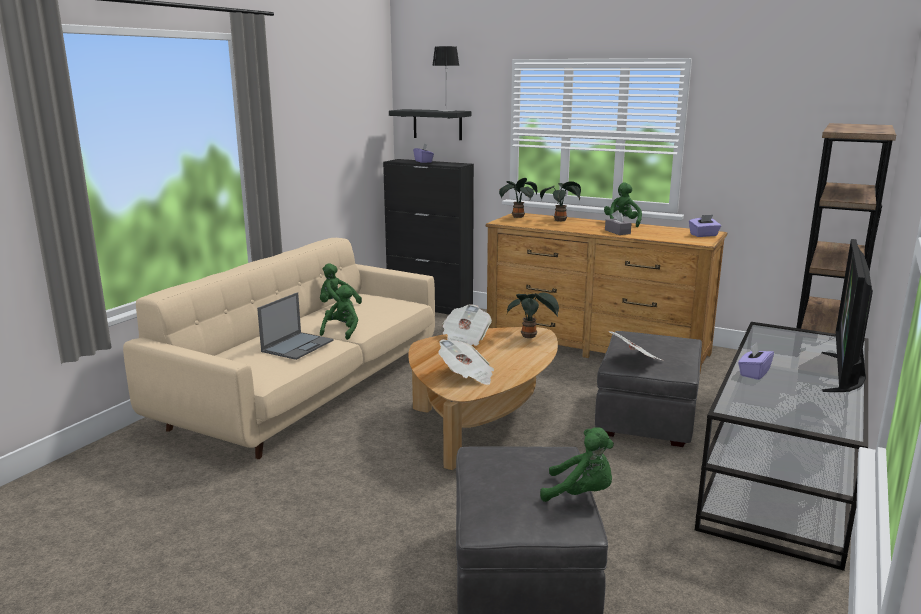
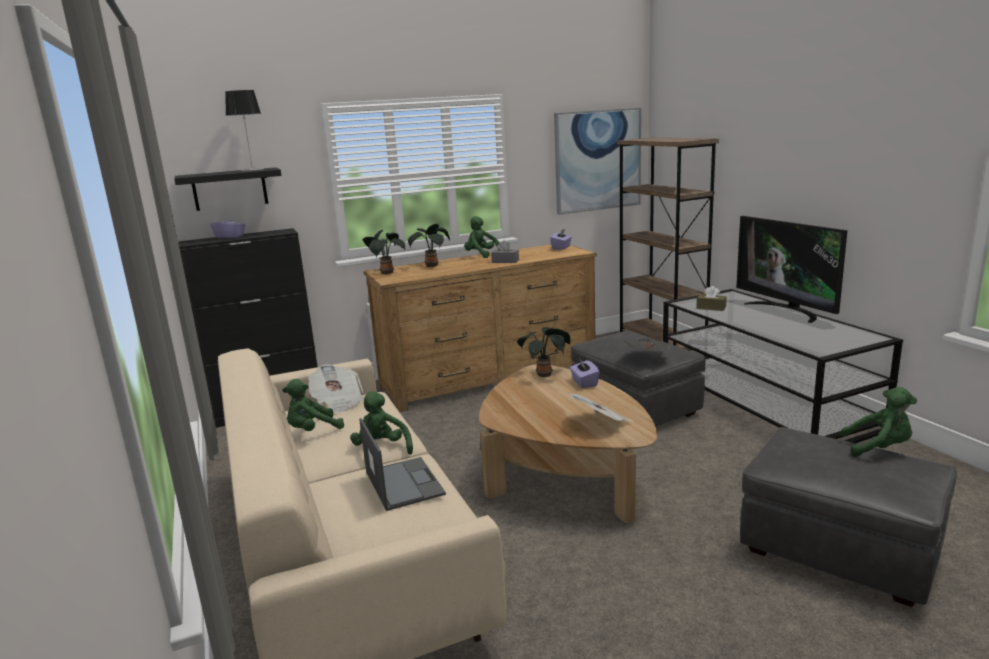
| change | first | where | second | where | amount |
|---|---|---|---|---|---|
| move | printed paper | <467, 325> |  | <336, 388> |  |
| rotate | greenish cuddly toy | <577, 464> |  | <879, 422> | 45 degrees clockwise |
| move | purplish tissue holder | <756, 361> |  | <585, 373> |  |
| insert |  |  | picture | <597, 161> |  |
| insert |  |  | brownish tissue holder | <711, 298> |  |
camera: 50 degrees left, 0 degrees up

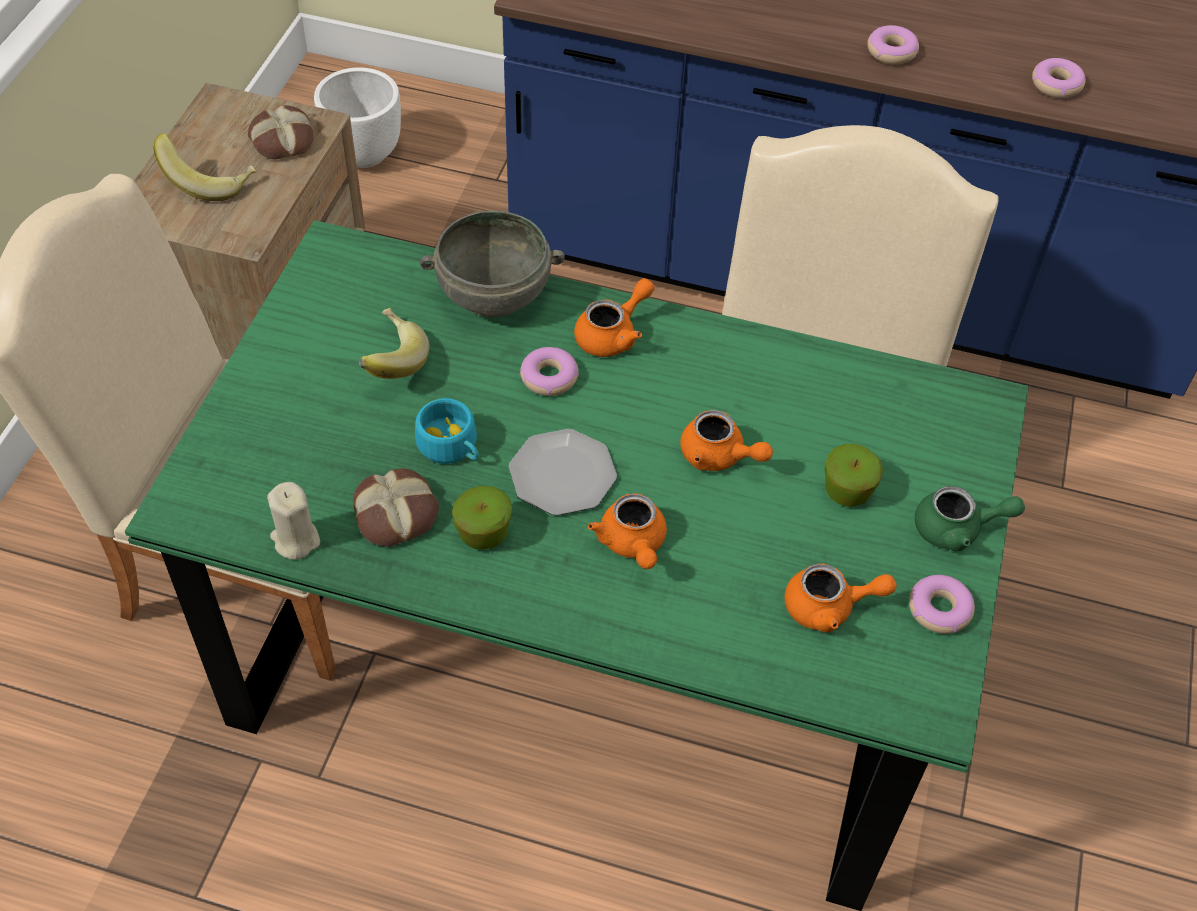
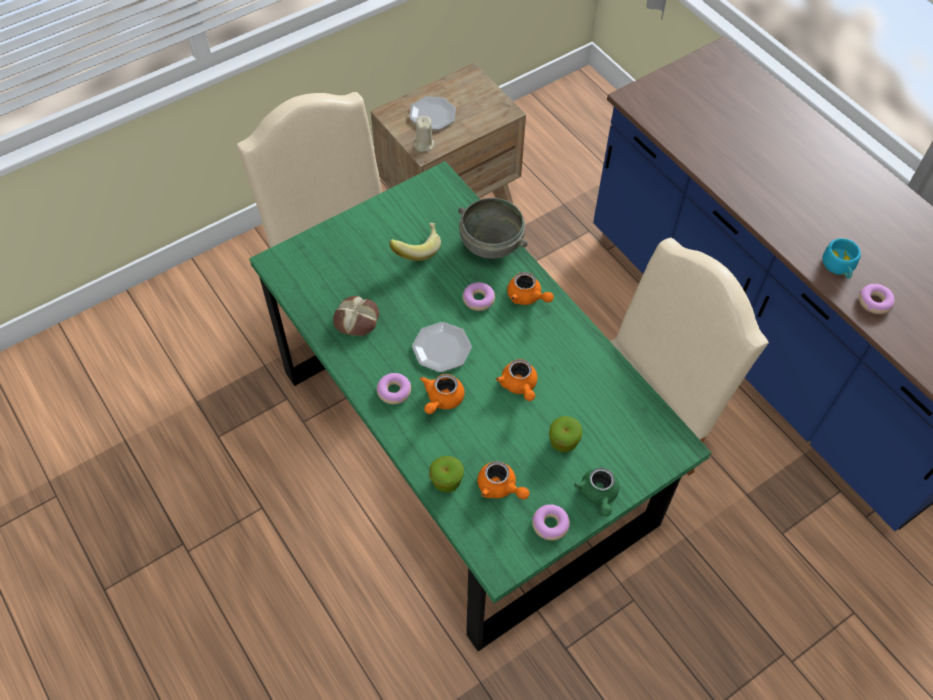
| change | first | where | second | where | amount |
|---|---|---|---|---|---|
| replace | banana | <205, 167> | flat dish | <432, 113> |  |
| delete | bread | <280, 132> |  |  |  |
| move | beige wax candle | <293, 521> |  | <424, 134> |  |
| delete | white-coloured flower pot | <357, 117> |  |  |  |
| move | turquoise small cup | <447, 431> |  | <842, 258> |  |
| move | apple fruit | <482, 518> |  | <446, 474> |  |
| rotate | orange tea pot | <614, 317> |  | <530, 288> | 45 degrees clockwise |
| move | doughnut | <893, 45> |  | <393, 388> |  |
| rotate | greenish tea pot | <970, 518> |  | <596, 492> | 45 degrees clockwise |
camera: 40 degrees right, 5 degrees up

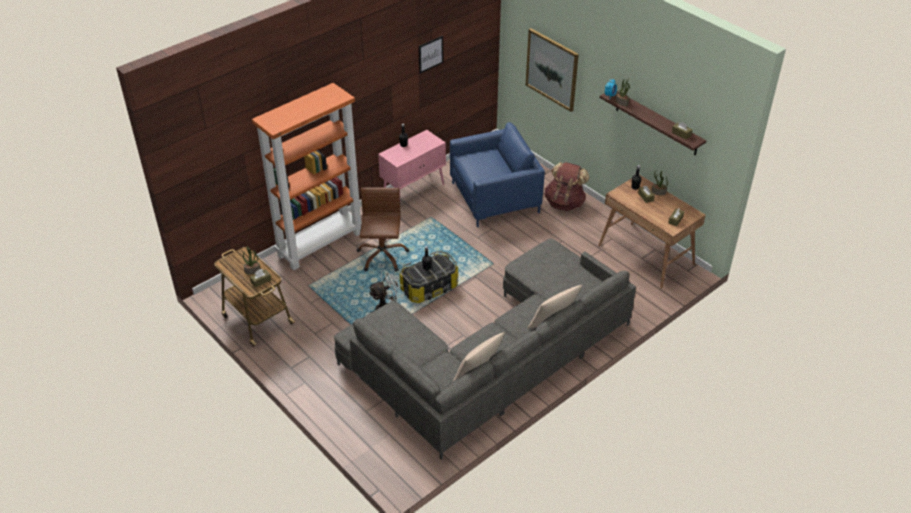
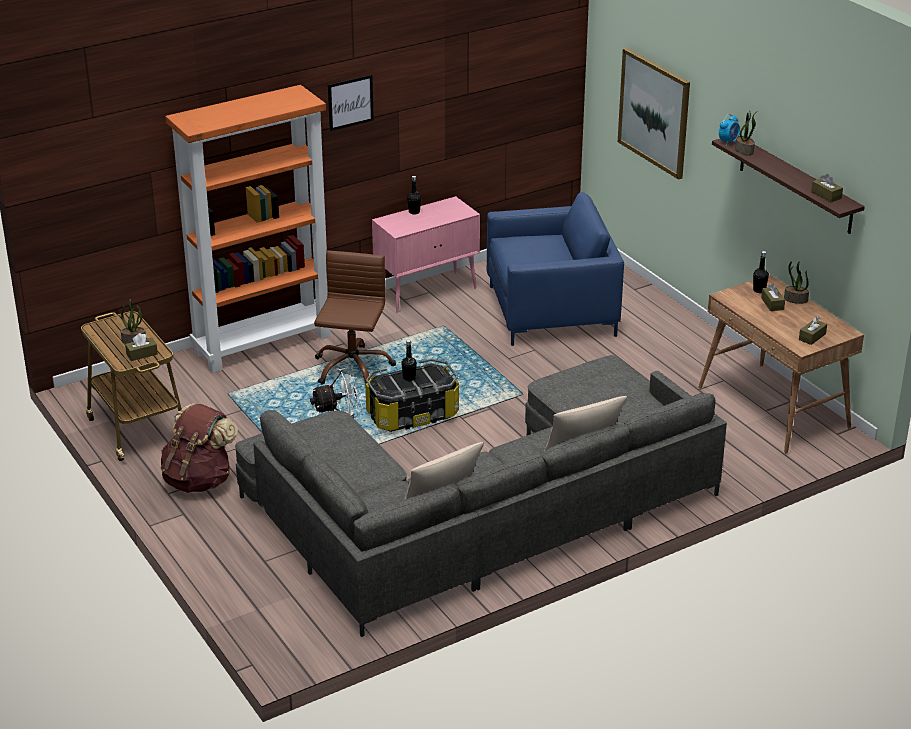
| change | first | where | second | where | amount |
|---|---|---|---|---|---|
| move | picture | <431, 54> |  | <351, 103> |  |
| move | brownish rucksack | <567, 186> |  | <199, 448> |  |
camera: 10 degrees right, 10 degrees down

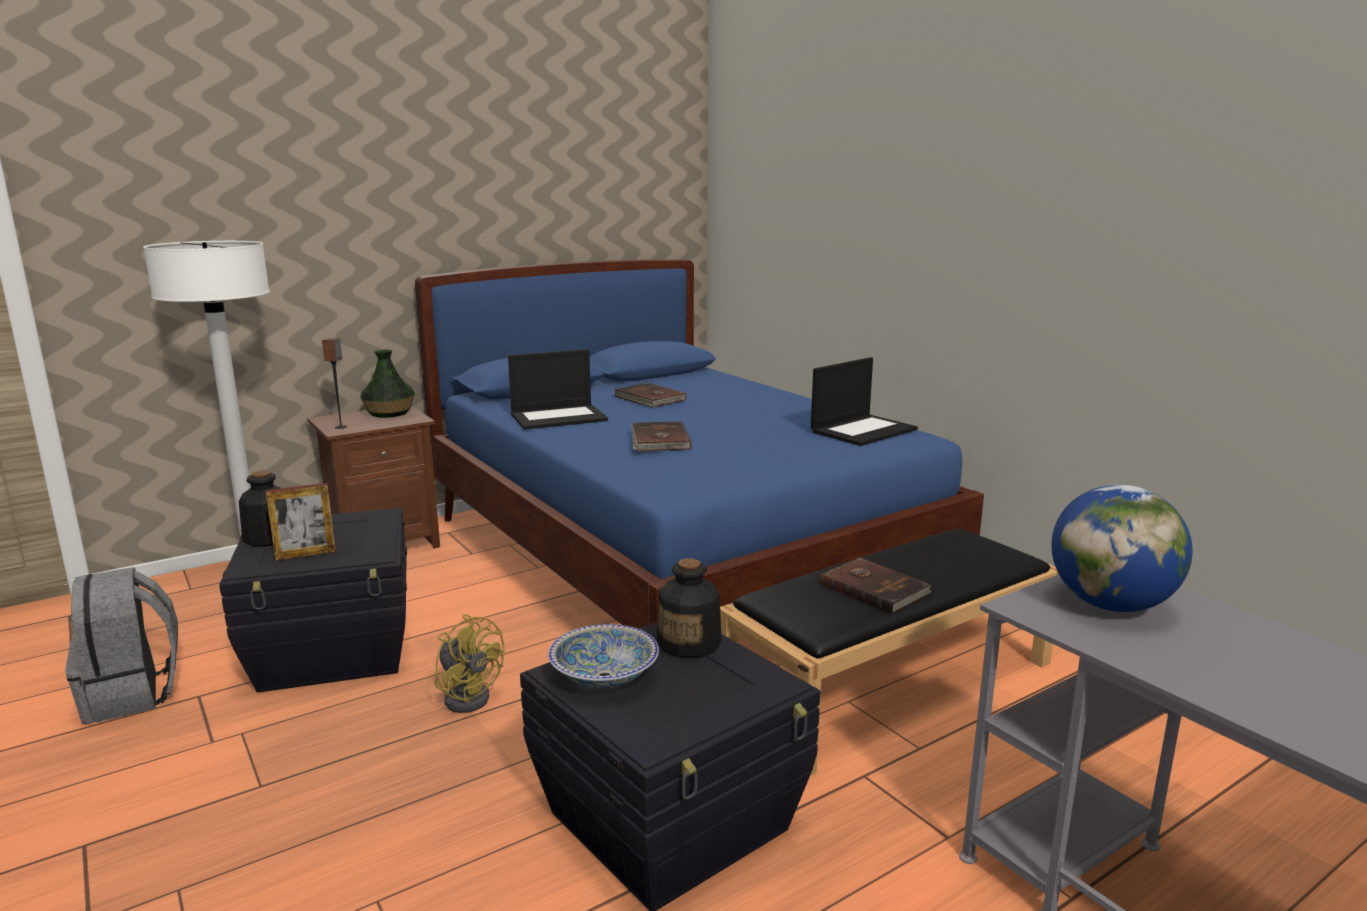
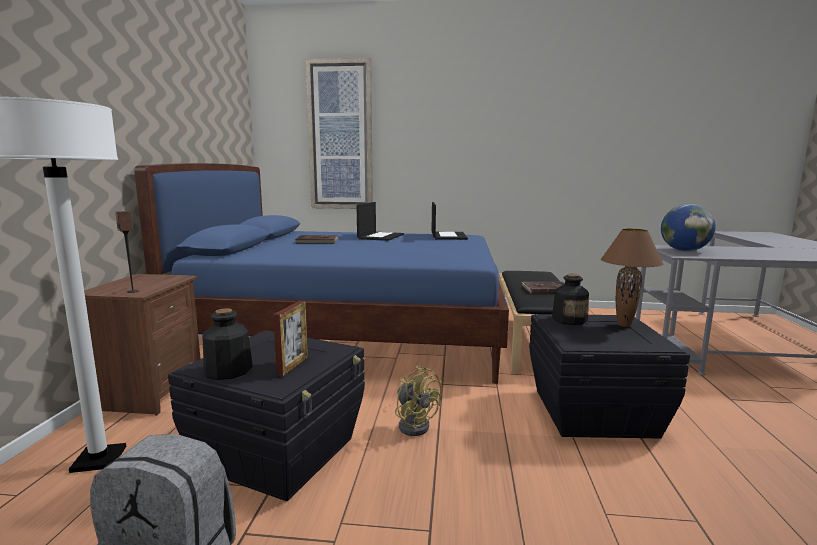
| change | first | where | second | where | amount |
|---|---|---|---|---|---|
| delete | flower vase | <387, 384> |  |  |  |
| rotate | yellowish cooling fan | <470, 663> |  | <418, 401> | 60 degrees clockwise |
| move | notebook computer | <558, 389> |  | <380, 221> |  |
| delete | serving bowl | <603, 656> |  |  |  |
| delete | brownish bound book | <661, 436> |  |  |  |
| insert |  |  | picture | <339, 133> |  |
| insert |  |  | brownish tabletop lamp | <632, 278> |  |
camera: 50 degrees left, 5 degrees down

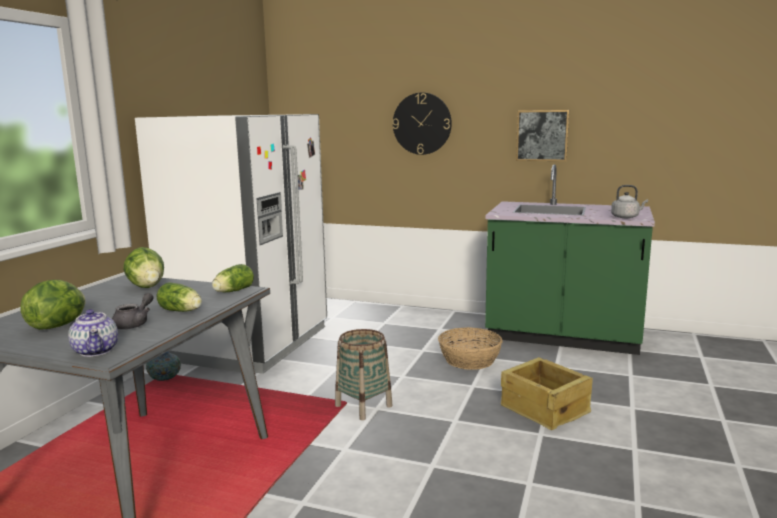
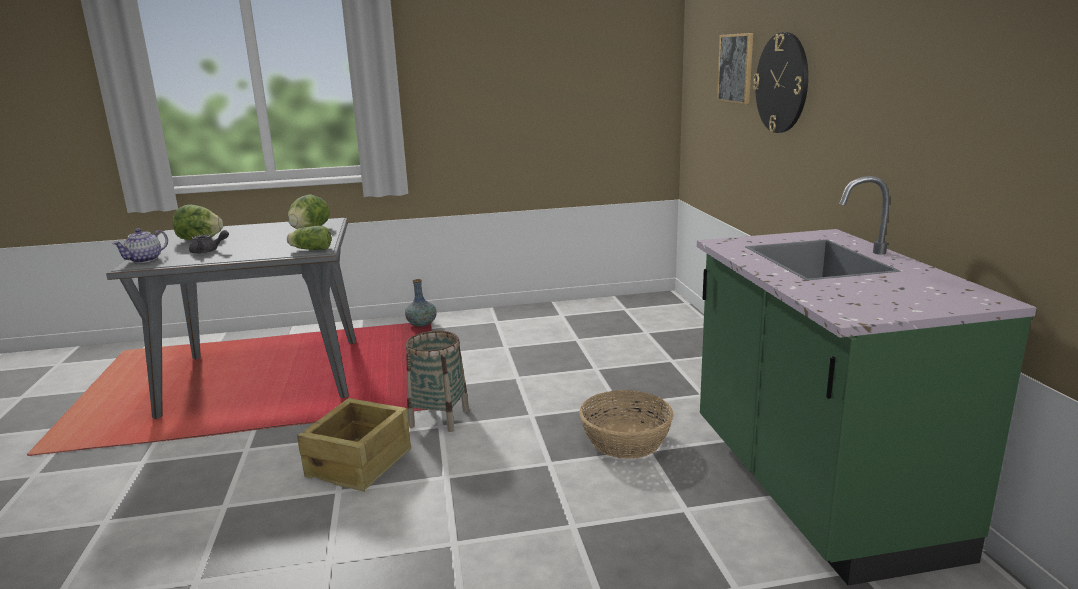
| change | first | where | second | where | amount |
|---|---|---|---|---|---|
| delete | white-coloured kitchen fridge | <231, 244> |  |  |  |
| delete | lettuce head | <179, 297> |  |  |  |
| move | shipping crate | <547, 393> |  | <354, 445> |  |
| move | picture | <542, 135> |  | <735, 69> |  |
| delete | greyish kettle | <629, 201> |  |  |  |
camera: 60 degrees right, 5 degrees up

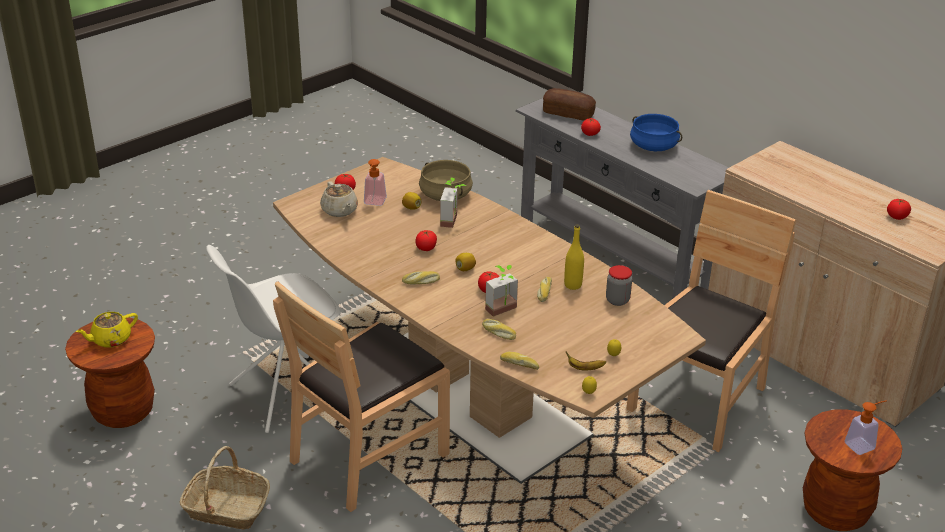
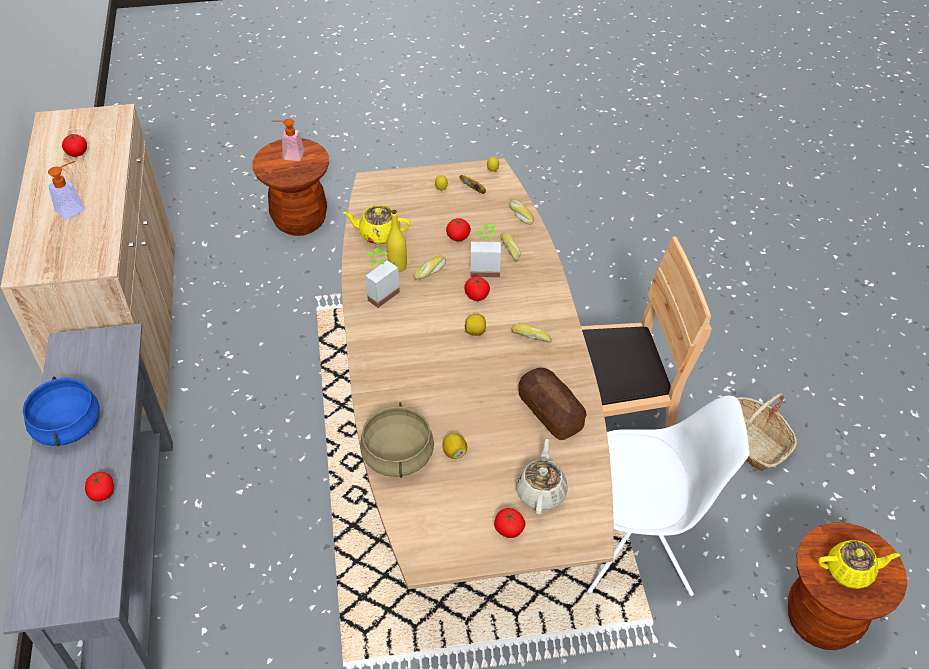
| change | first | where | second | where | amount |
|---|---|---|---|---|---|
| move | liquid soap bottle | <375, 182> |  | <66, 190> |  |
| move | whole tomato | <426, 240> |  | <458, 229> |  |
| move | potted plant | <453, 203> |  | <382, 277> |  |
| move | bread | <569, 104> |  | <552, 404> |  |
| replace | preserve jar | <619, 285> | yellowish tea pot | <376, 224> |  |
| delete | brownish chair | <711, 321> |  |  |  |
camera: 145 degrees left, 15 degrees up

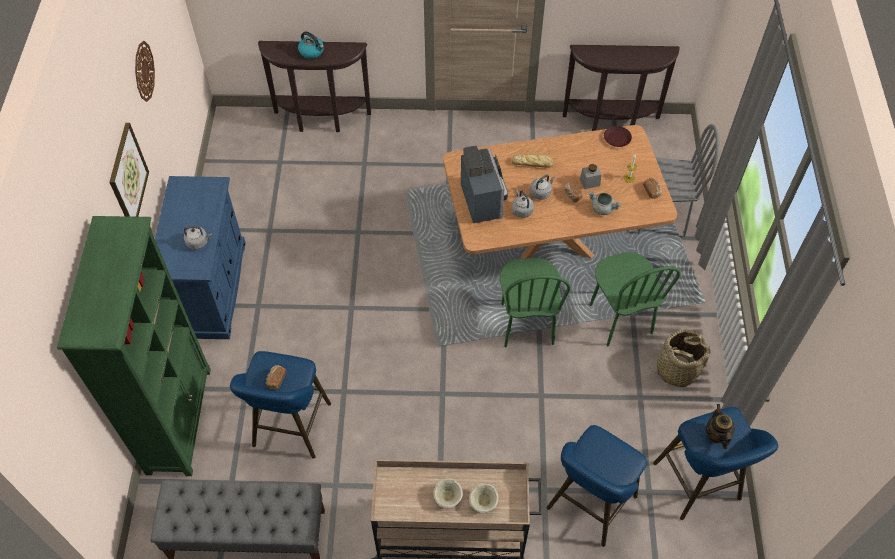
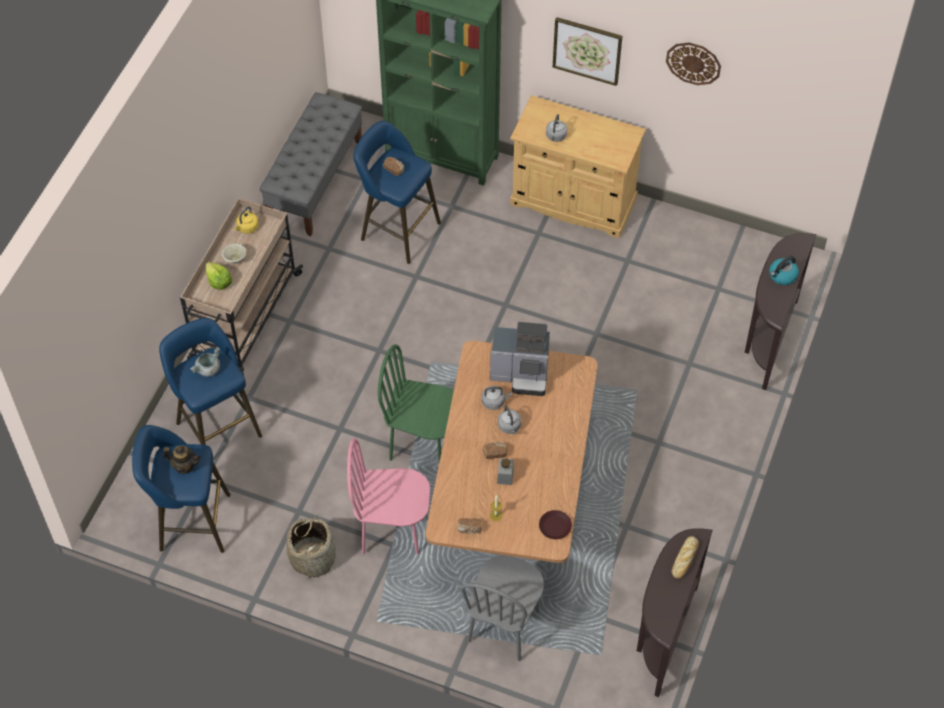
| change | first | where | second | where | amount |
|---|---|---|---|---|---|
| recolor | blue-coloured cabinet | <200, 257> | beige cabinet | <578, 166> |  |
| replace | beige serving bowl | <483, 498> | lettuce head | <218, 276> |  |
| move | bread | <533, 161> |  | <685, 557> |  |
| move | greyish stockpot | <605, 203> |  | <205, 362> |  |
| recolor | greenish chair | <635, 299> | pinkish chair | <388, 496> |  |
| insert |  |  | yellowish kettle | <246, 220> |  |
camera: 110 degrees right, 0 degrees up

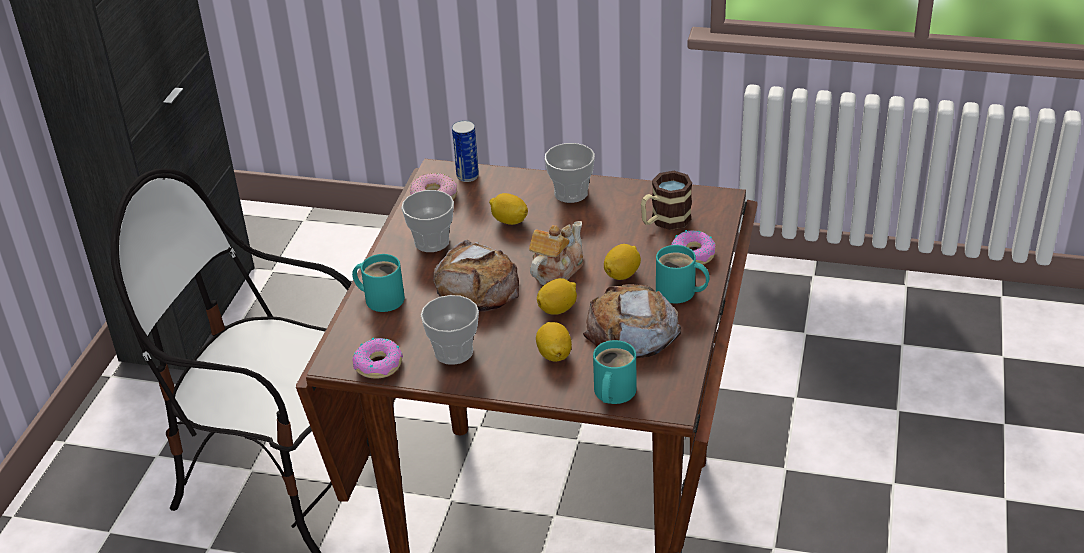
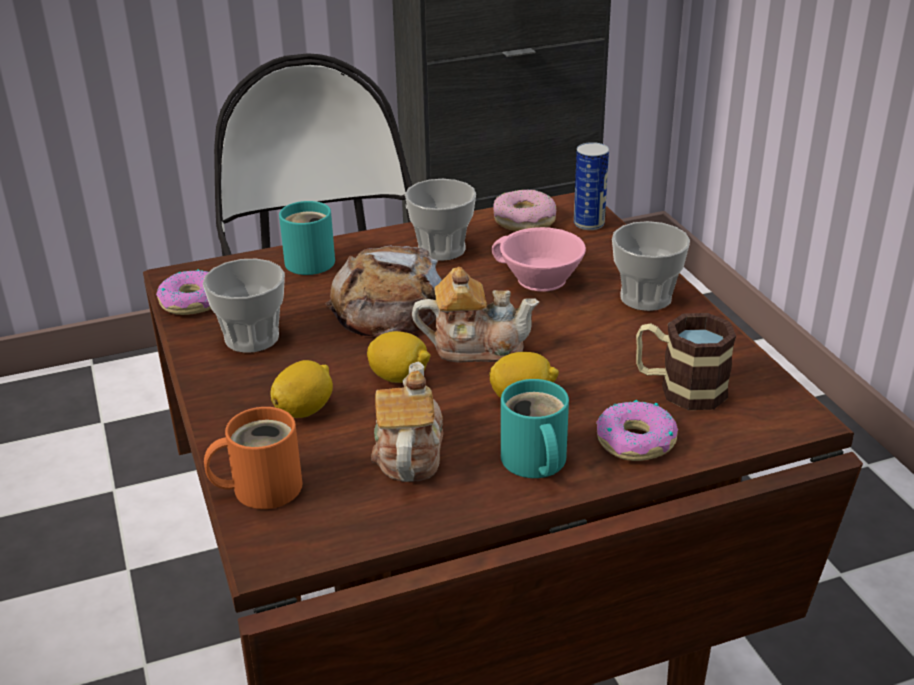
| change | first | where | second | where | amount |
|---|---|---|---|---|---|
| replace | whole lemon | <508, 209> | pinkish small cup | <539, 259> |  |
| replace | bread | <632, 321> | tea pot | <407, 422> |  |
| recolor | turquoise mug | <614, 372> | orange mug | <253, 458> |  |
camera: 55 degrees right, 5 degrees down

